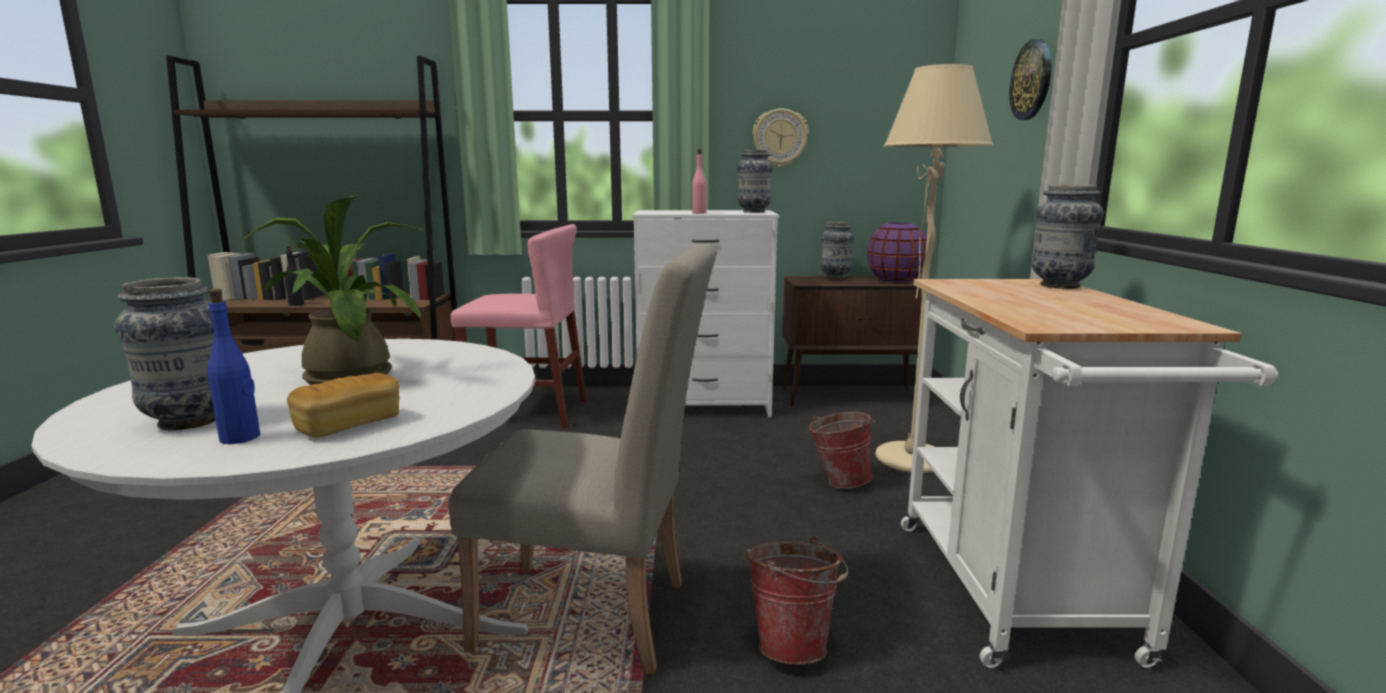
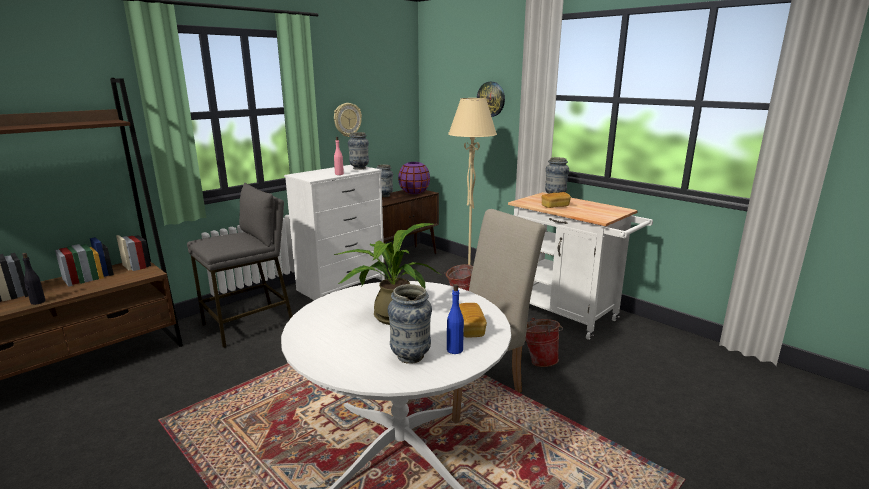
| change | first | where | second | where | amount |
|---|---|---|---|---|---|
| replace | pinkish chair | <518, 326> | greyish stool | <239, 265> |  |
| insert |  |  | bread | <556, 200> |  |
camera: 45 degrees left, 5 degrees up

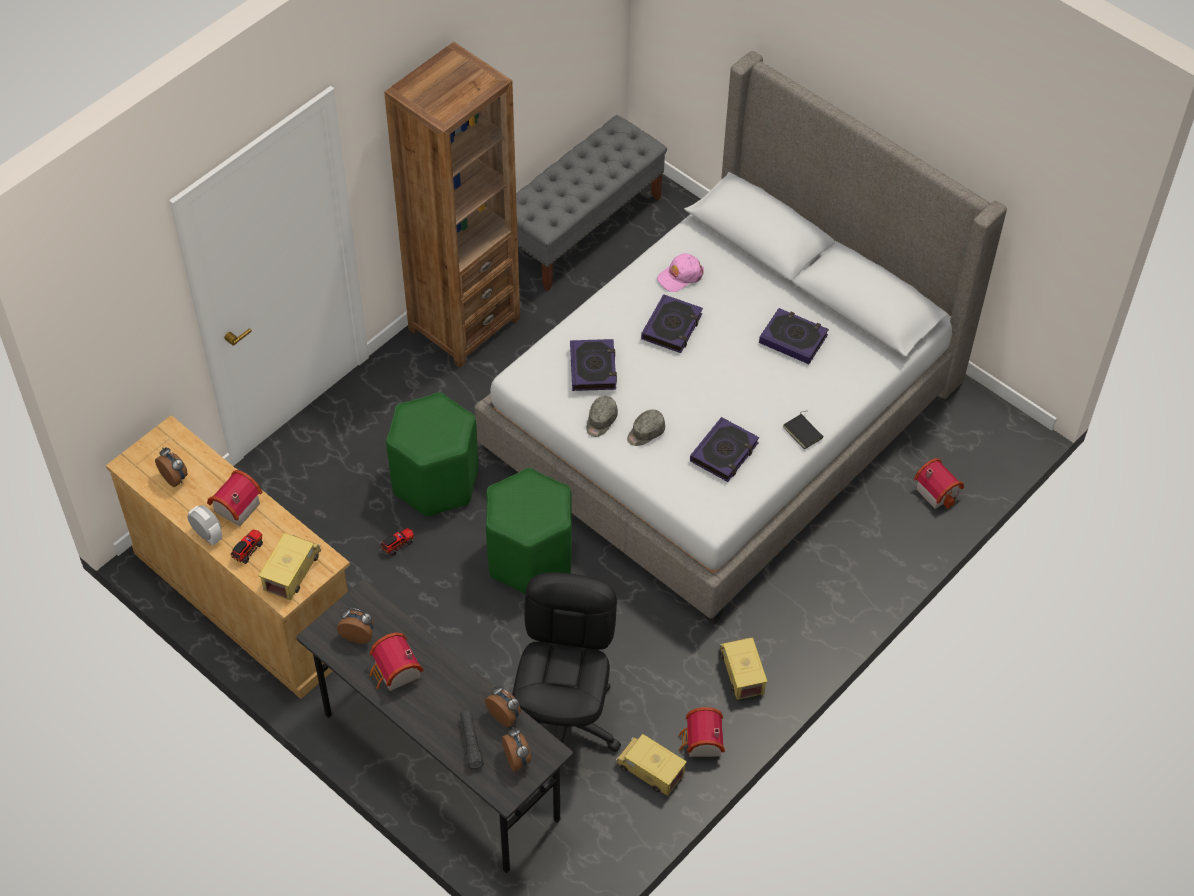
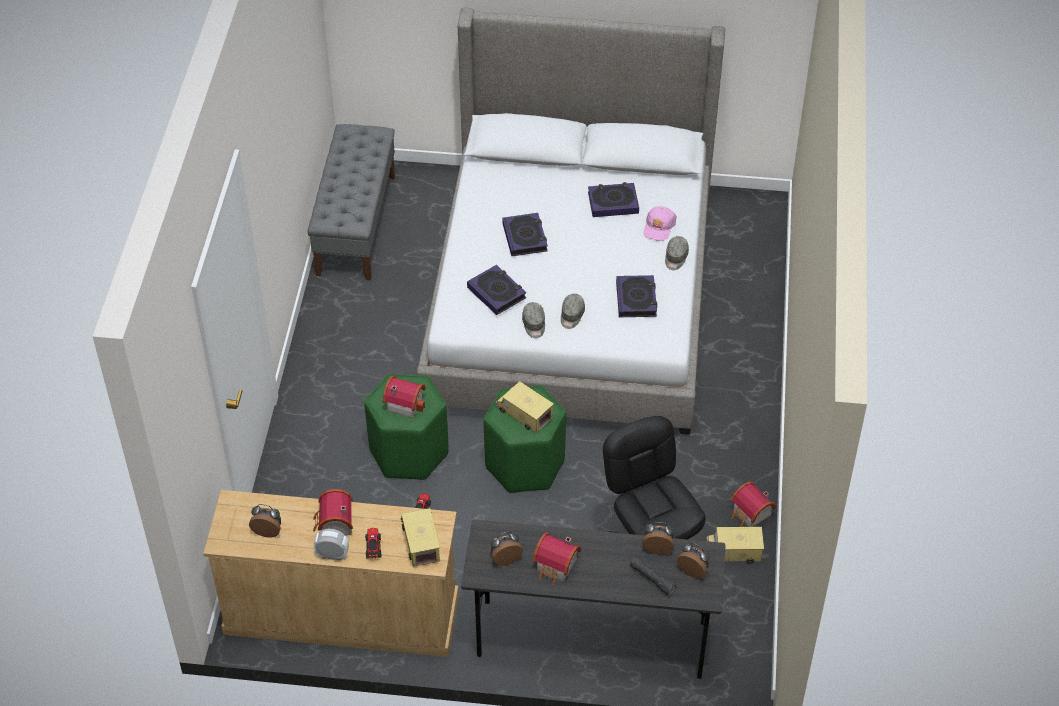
| change | first | where | second | where | amount |
|---|---|---|---|---|---|
| delete | brownish bookshelf | <452, 205> |  |  |  |
| move | pinkish cap | <680, 272> |  | <660, 223> |  |
| move | toy lorry | <743, 668> |  | <525, 407> |  |
| replace | black bound book | <803, 430> | greyish cap | <677, 253> |  |
| move | miniature house | <939, 483> |  | <404, 397> |  |
camera: 35 degrees left, 5 degrees down

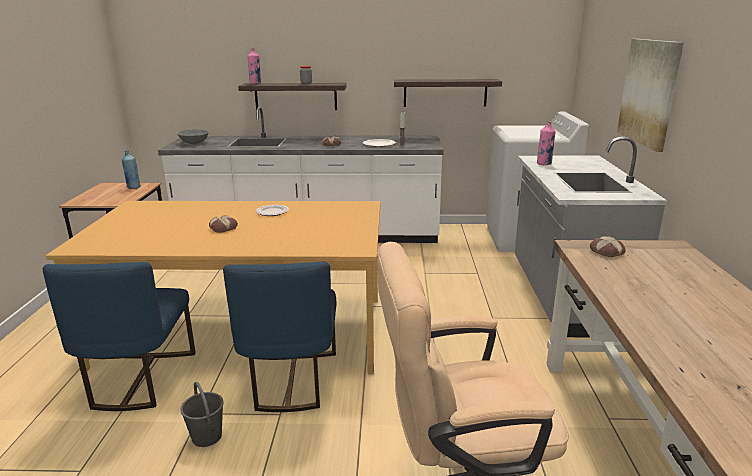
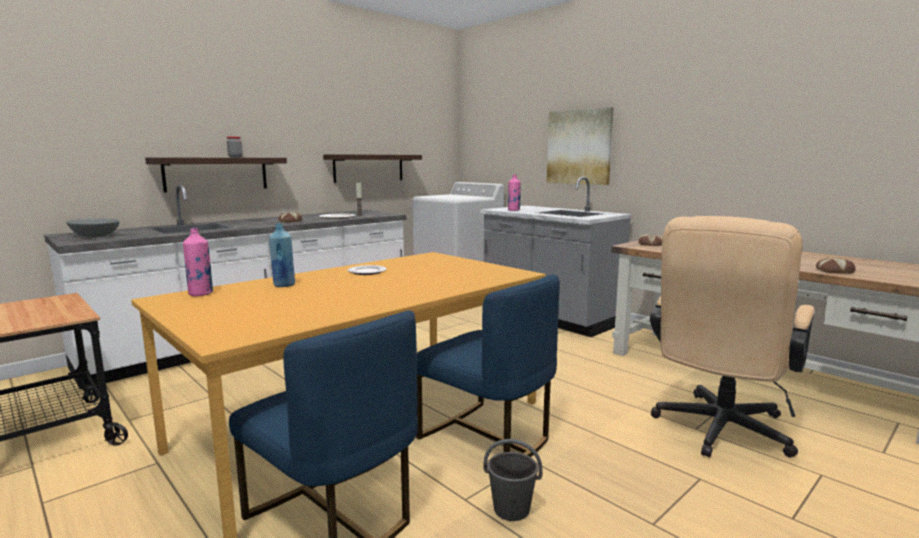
| change | first | where | second | where | amount |
|---|---|---|---|---|---|
| move | blue-coloured beverage bottle | <131, 169> |  | <282, 255> |  |
| move | bread | <223, 224> |  | <836, 266> |  |
| move | pinkish beverage bottle | <254, 66> |  | <198, 262> |  |
camera: 45 degrees left, 10 degrees down

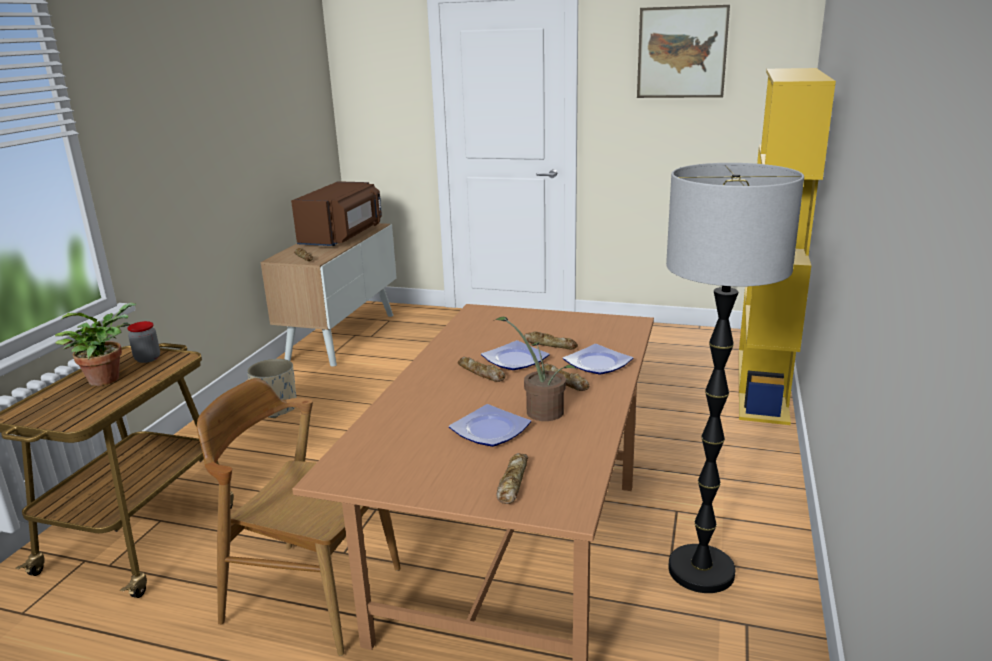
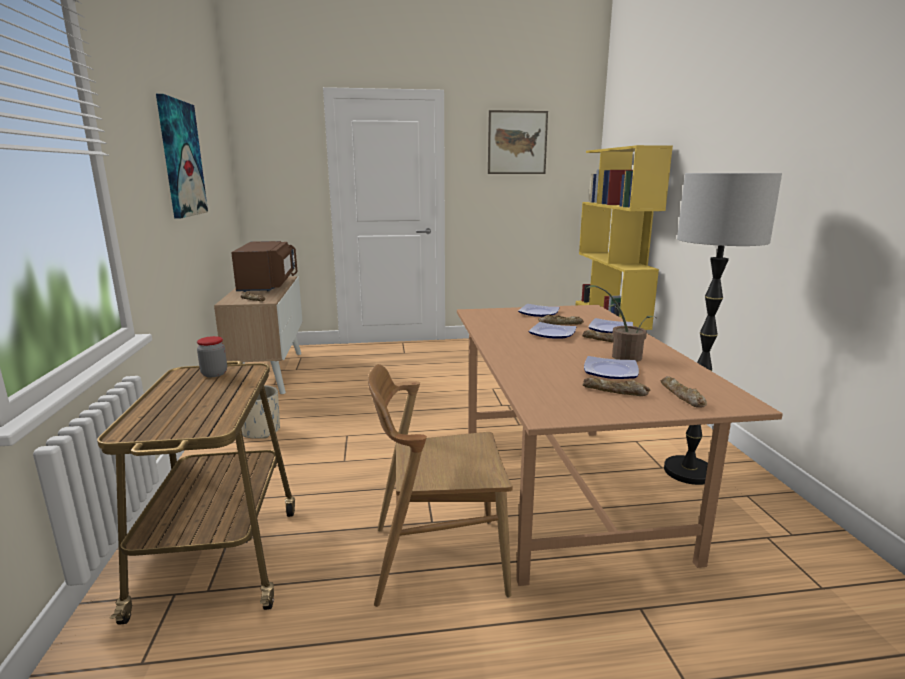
| change | first | where | second | where | amount |
|---|---|---|---|---|---|
| delete | potted plant | <96, 344> |  |  |  |
| move | bread | <481, 369> |  | <616, 387> |  |
| insert |  |  | picture | <182, 156> |  |
| insert |  |  | flat dish | <538, 310> |  |
camera: 25 degrees left, 5 degrees down

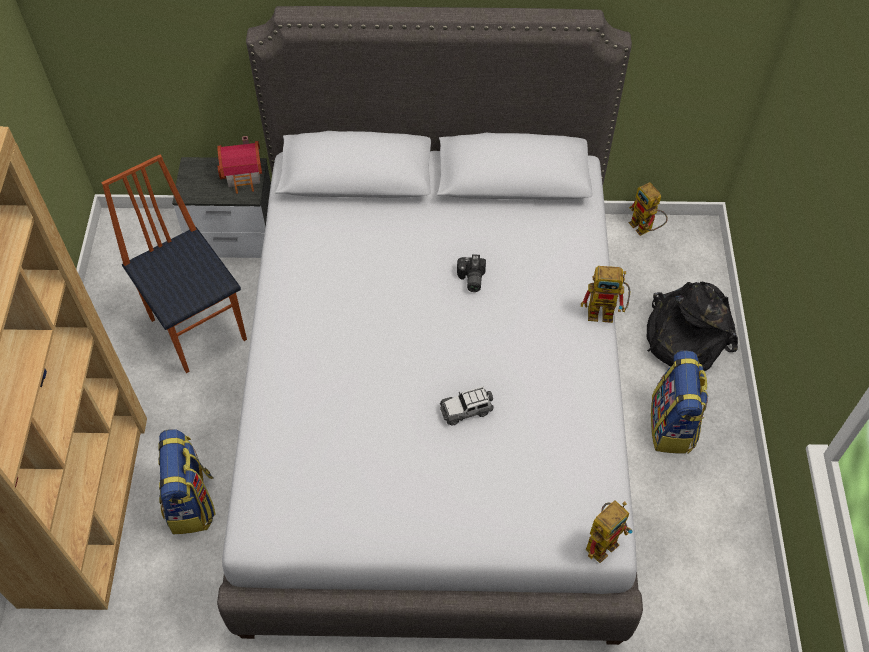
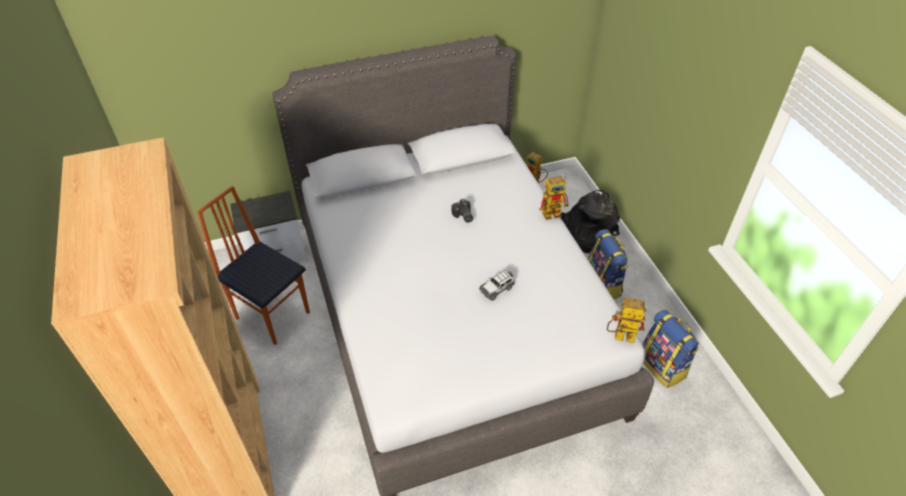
| change | first | where | second | where | amount |
|---|---|---|---|---|---|
| move | rucksack | <187, 481> |  | <670, 349> |  |
| delete | miniature house | <240, 165> |  |  |  |
| rotate | toy robot | <608, 531> |  | <626, 320> | 105 degrees counterclockwise |
camera: 20 degrees left, 10 degrees down

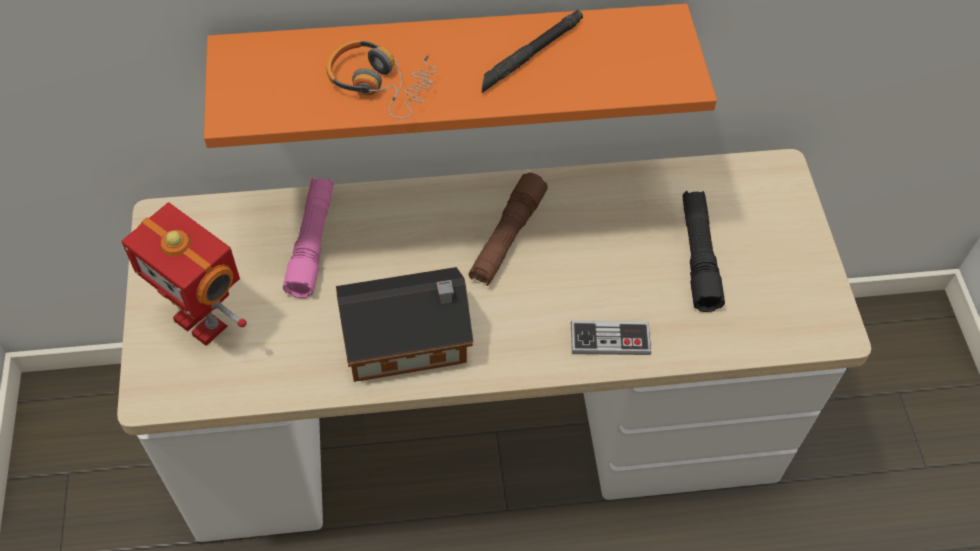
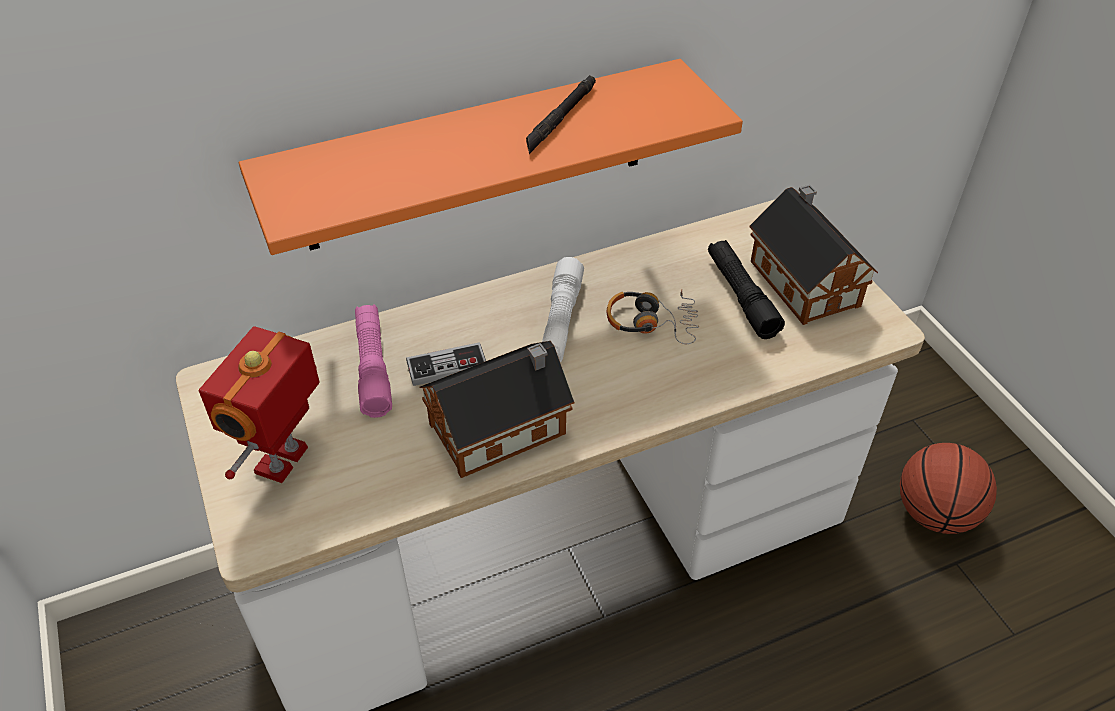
| change | first | where | second | where | amount |
|---|---|---|---|---|---|
| rotate | toy robot | <184, 274> |  | <259, 404> | 90 degrees clockwise |
| move | pair of headphones | <382, 79> |  | <653, 316> |  |
| recolor | brownish flashlight | <508, 229> | white-coloured flashlight | <563, 309> |  |
| move | joypad | <611, 338> |  | <446, 364> |  |
| insert |  |  | miniature house | <813, 255> |  |
| insert |  |  | basketball | <948, 488> |  |
camera: 15 degrees left, 10 degrees down

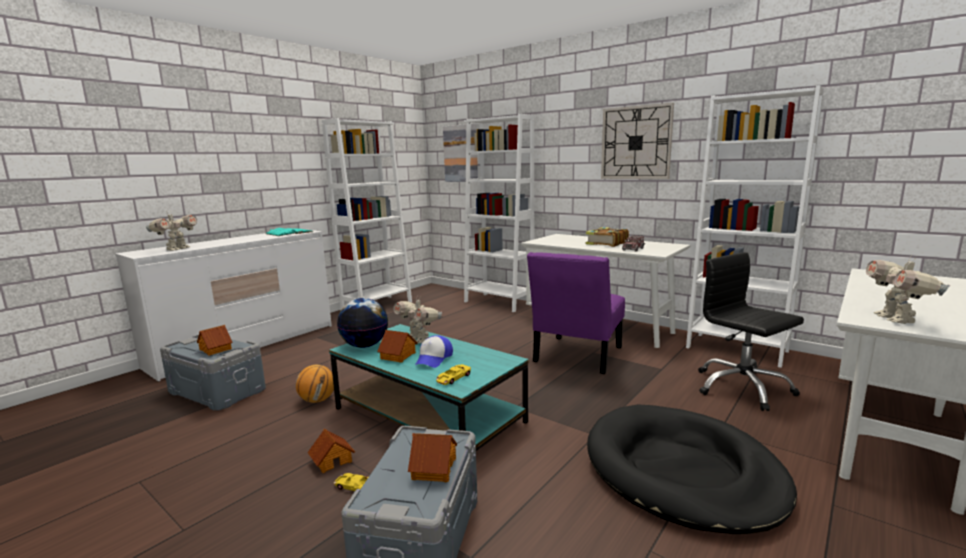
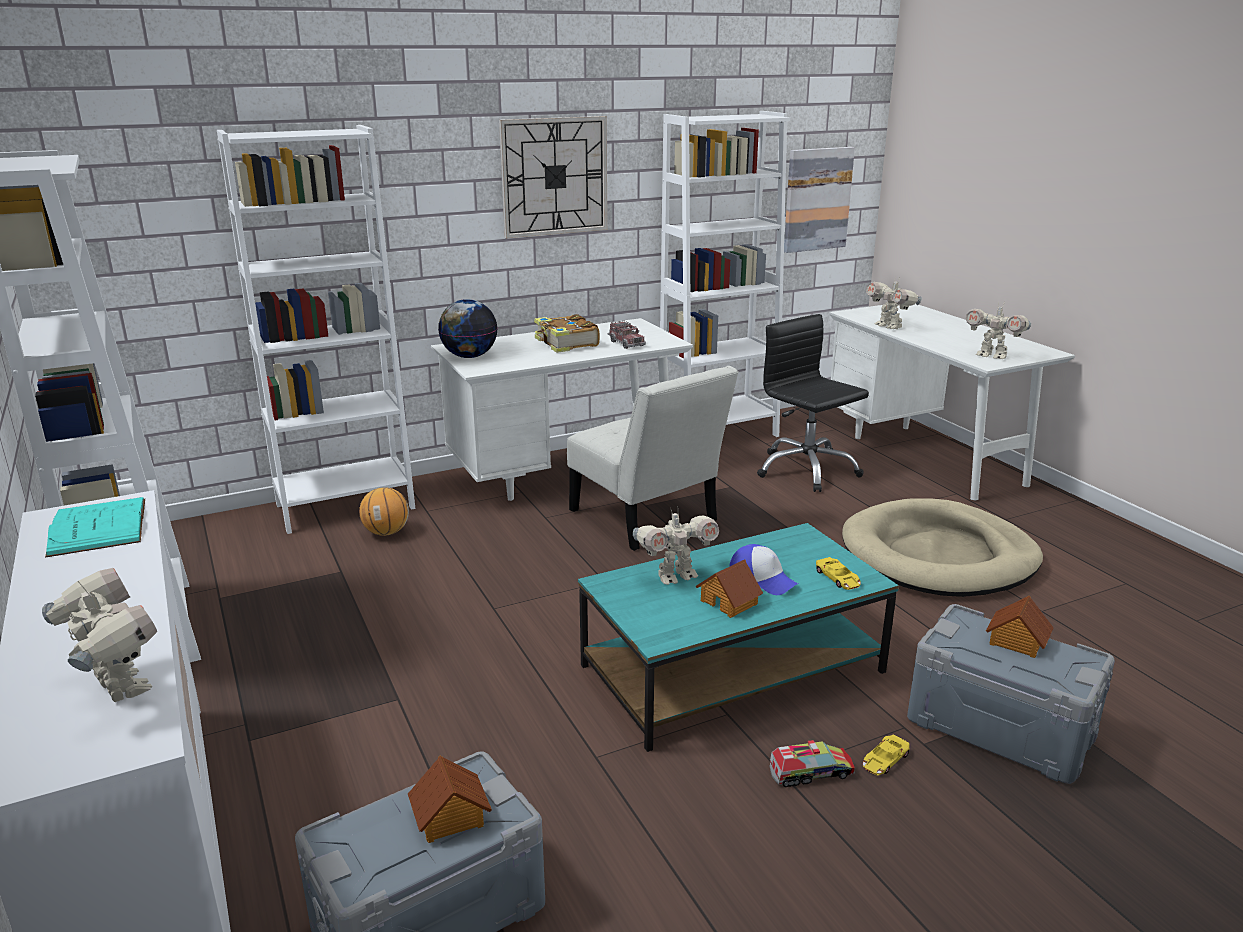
| change | first | where | second | where | amount |
|---|---|---|---|---|---|
| move | basketball | <315, 384> |  | <384, 511> |  |
| replace | miniature house | <331, 451> | toy lorry | <812, 763> |  |
| move | world globe | <362, 323> |  | <467, 328> |  |
| move | picture | <460, 153> |  | <819, 200> |  |
| recolor | purplish chair | <576, 313> | white-coloured chair | <652, 458> |  |
| recolor | black dog bed | <692, 469> | beige dog bed | <942, 547> |  |
| rotate | black desk chair | <751, 331> |  | <813, 403> | 60 degrees clockwise |
| insert |  |  | toy robot | <894, 302> |  |
camera: 65 degrees left, 10 degrees up

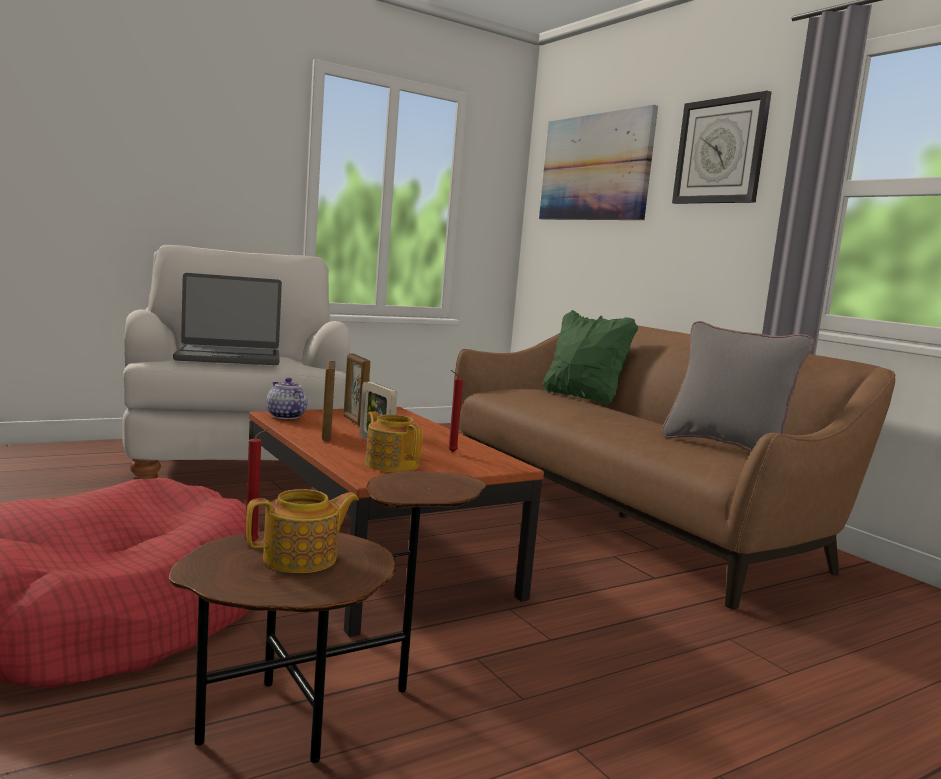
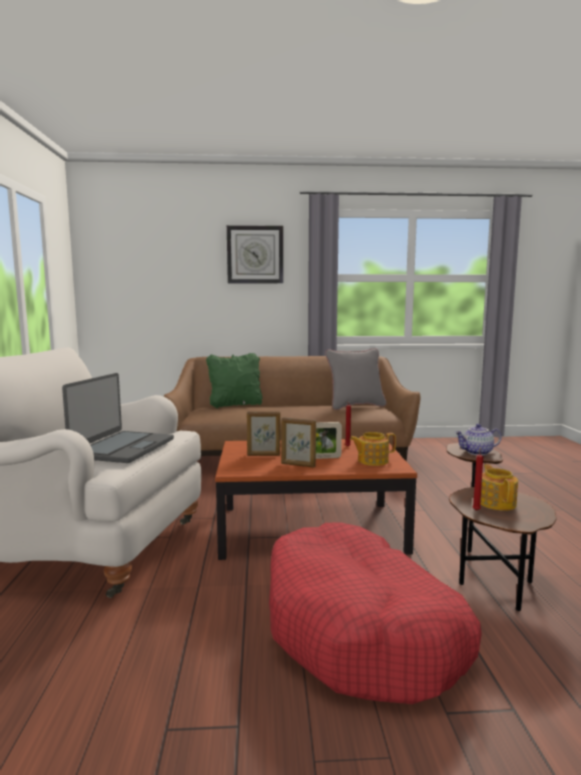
| change | first | where | second | where | amount |
|---|---|---|---|---|---|
| move | tea pot | <287, 398> |  | <478, 439> |  |
| delete | picture | <598, 162> |  |  |  |
camera: 60 degrees left, 0 degrees up

